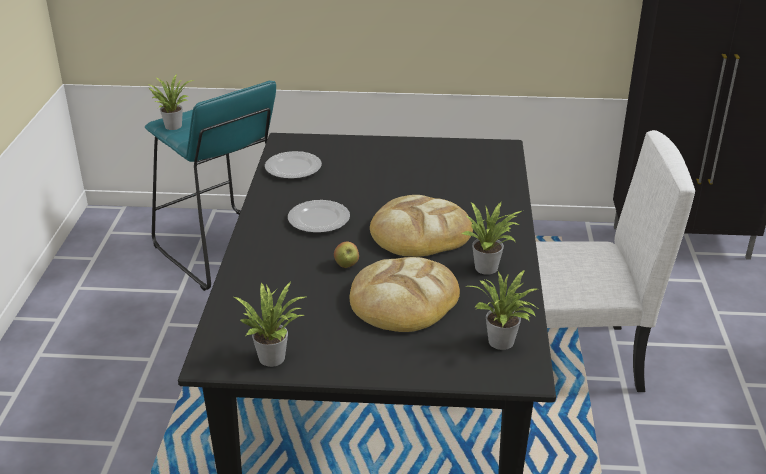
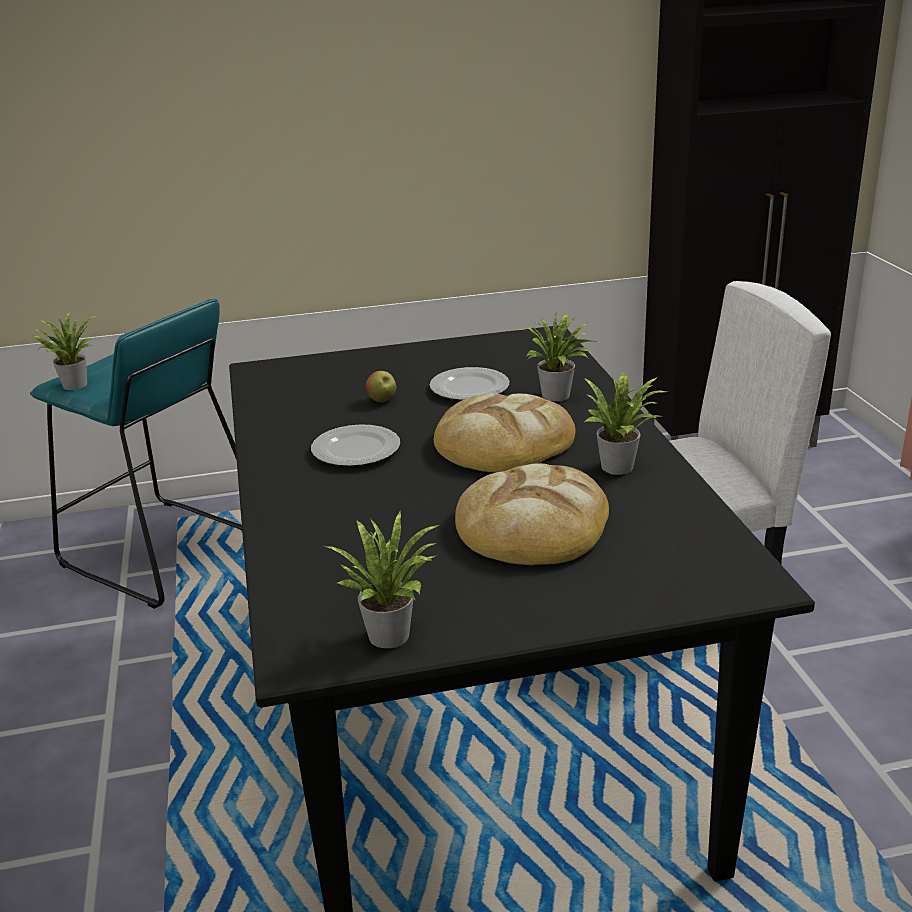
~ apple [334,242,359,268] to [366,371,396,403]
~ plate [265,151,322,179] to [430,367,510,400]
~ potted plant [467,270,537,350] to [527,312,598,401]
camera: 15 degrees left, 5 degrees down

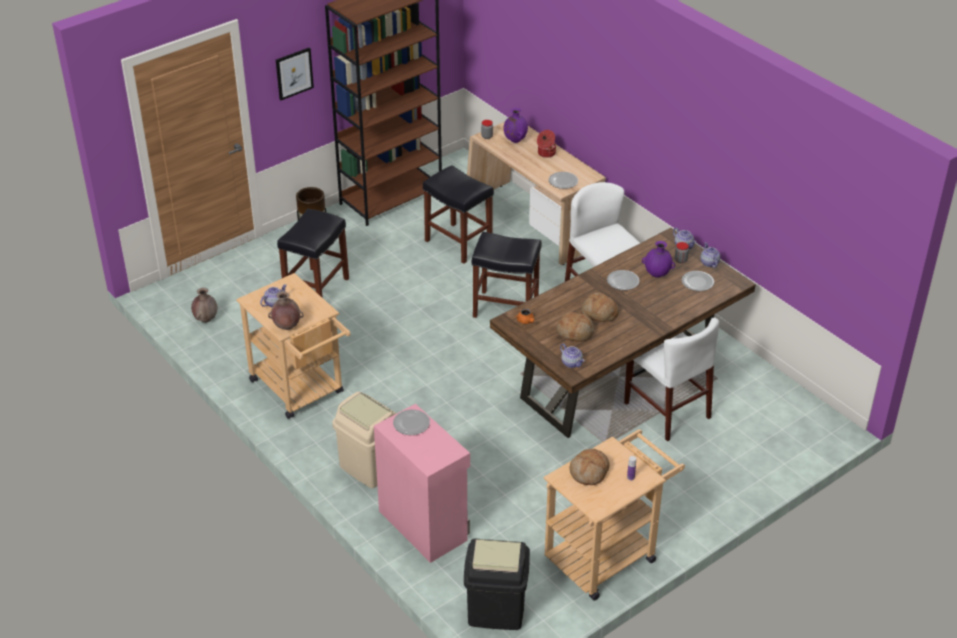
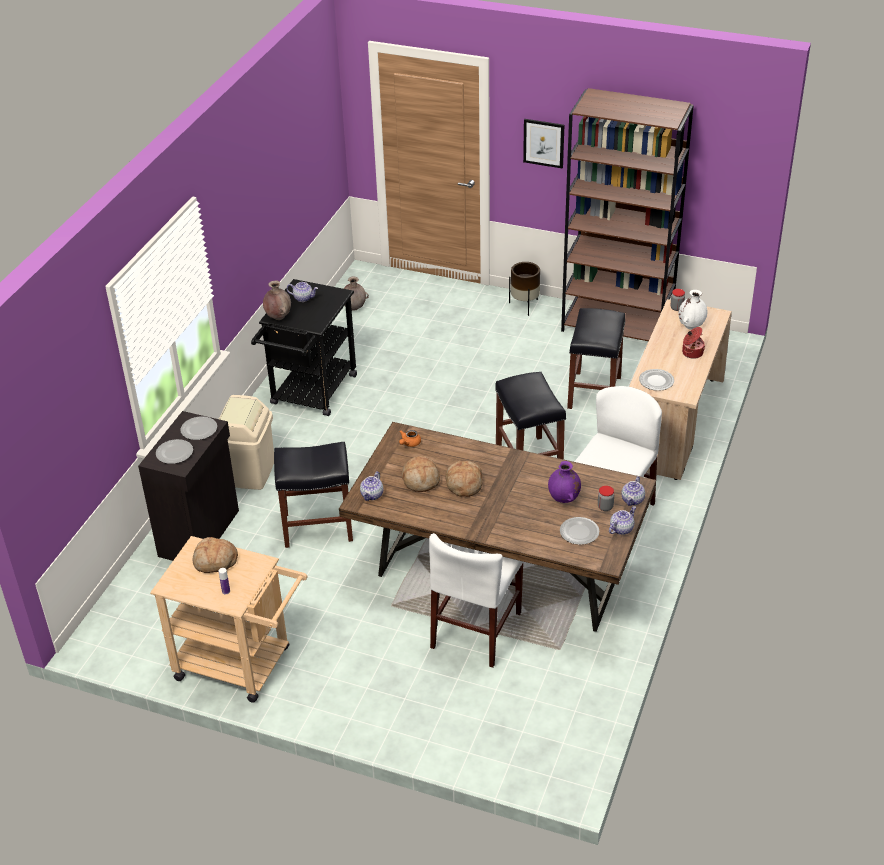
~ cabinet/pink [374,404,470,563] to cabinet/black [138,411,239,561]
~ plate [607,270,640,290] to [156,439,193,464]
~ cart/beige [236,273,351,419] to cart/black [251,279,357,416]
~ stool/black [277,209,349,298] to [274,442,353,548]
~ vase/purple [504,108,528,143] to vase/white [679,290,708,329]
- trash can/black [464,539,530,630]
camera: 60 degrees right, 0 degrees up

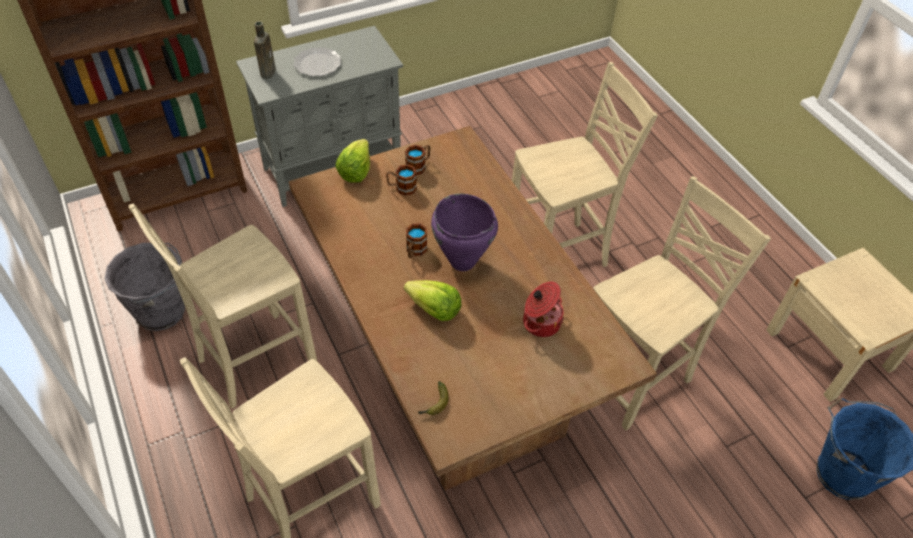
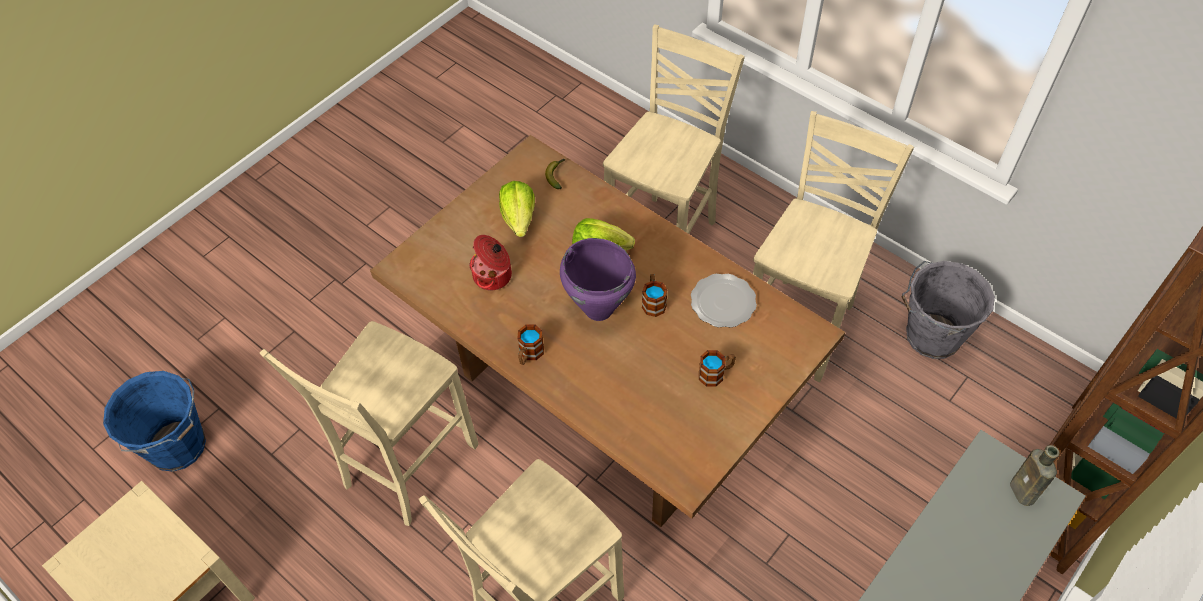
~ lettuce [335,139,370,183] to [499,181,535,237]
~ mug [405,145,430,175] to [517,325,544,365]
~ plate [294,47,341,76] to [691,274,757,328]
camera: 160 degrees right, 5 degrees up

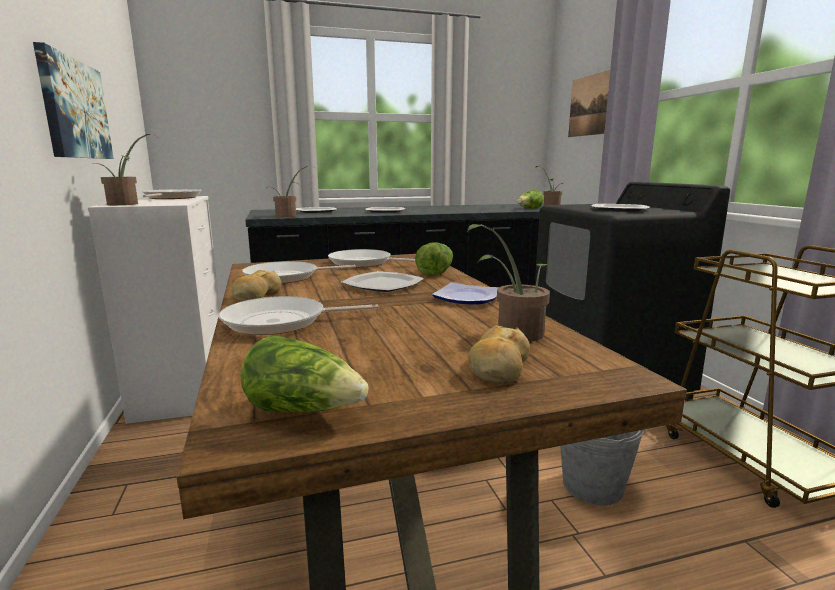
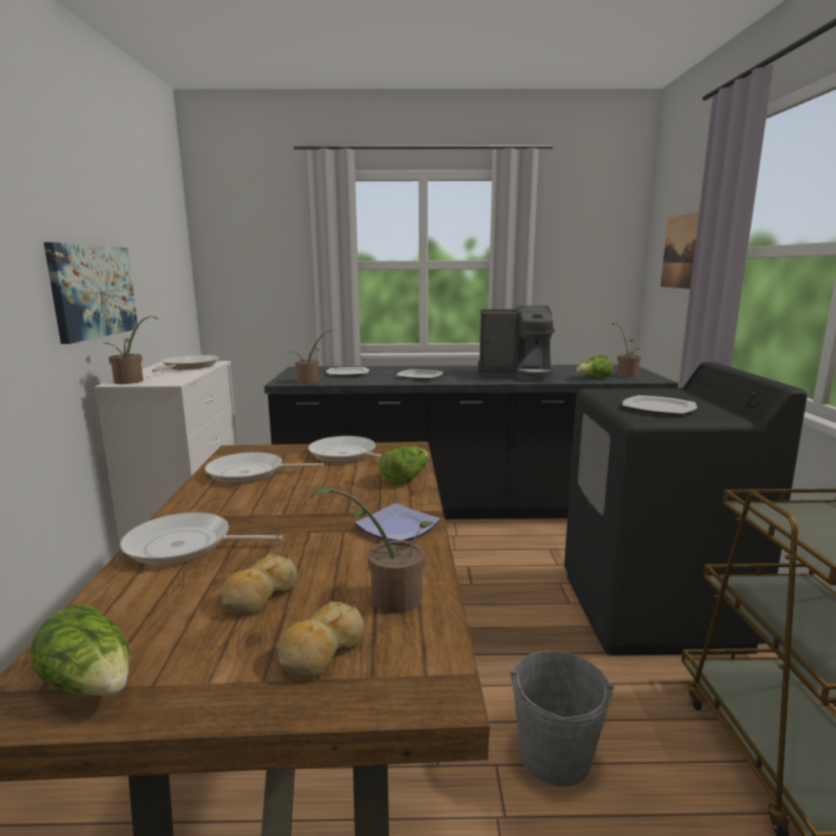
~ bread [232,270,282,302] to [222,554,298,616]
+ coffee machine [478,306,555,380]
- plate [341,271,424,292]
camera: 15 degrees right, 0 degrees up

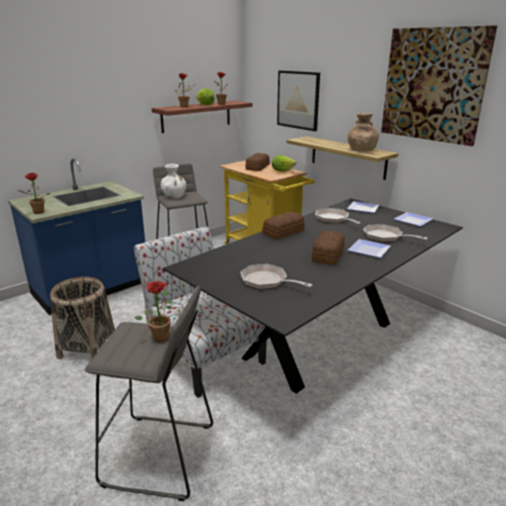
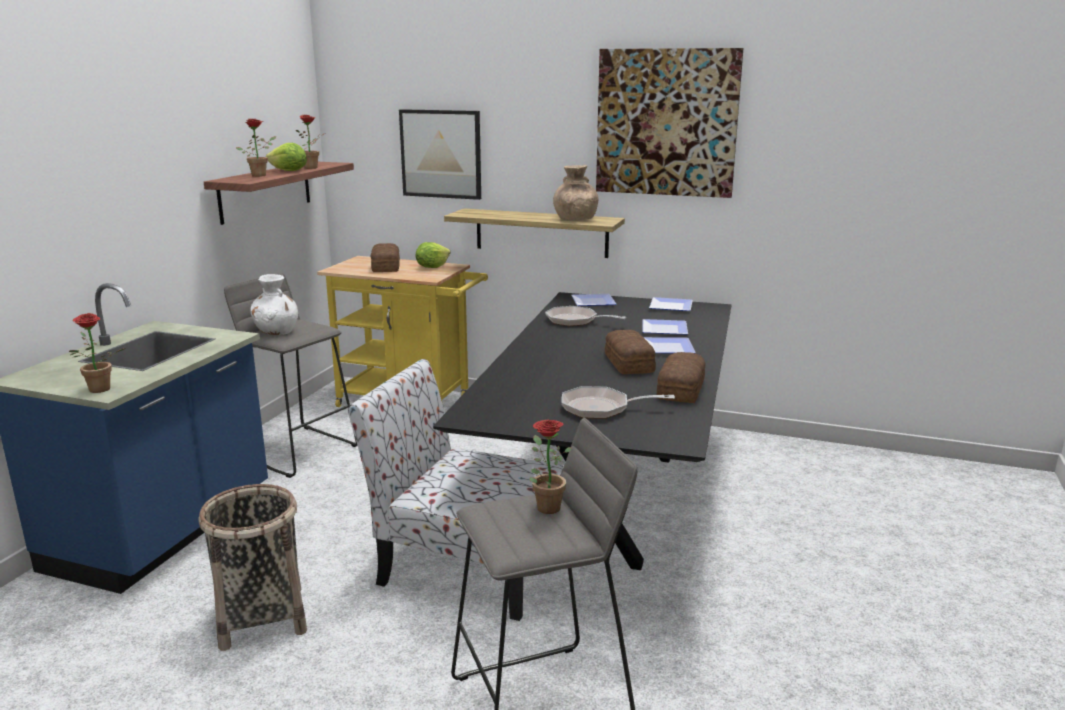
~ frying pan [363,224,428,242] to plate [642,319,688,335]
~ bread [262,212,305,240] to [657,352,706,403]
camera: 30 degrees left, 5 degrees down

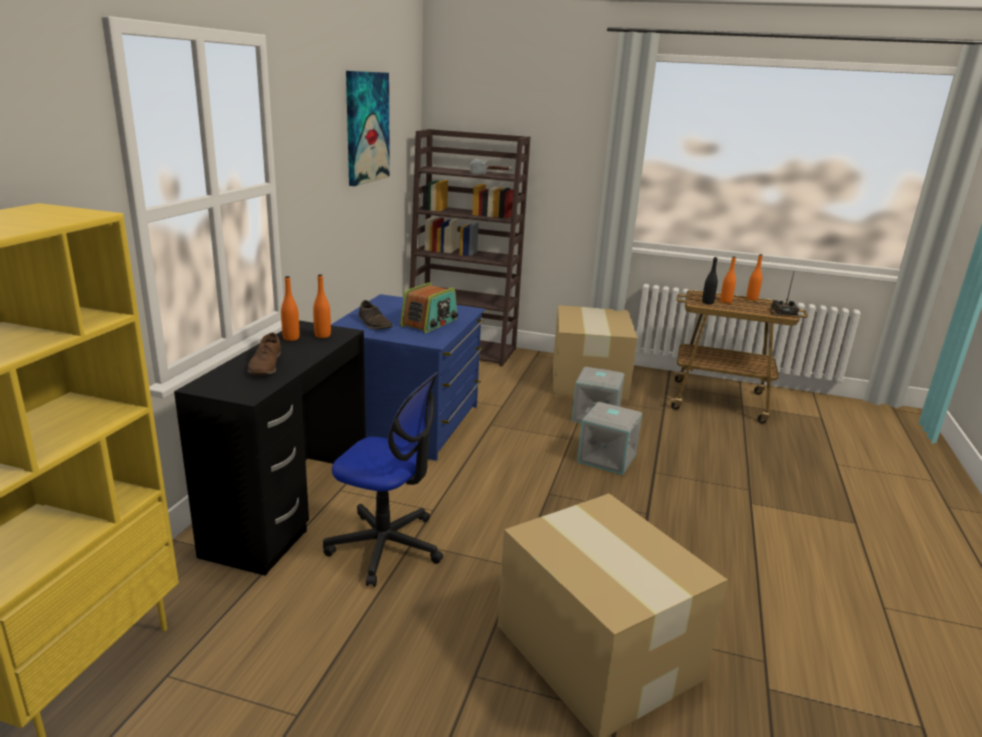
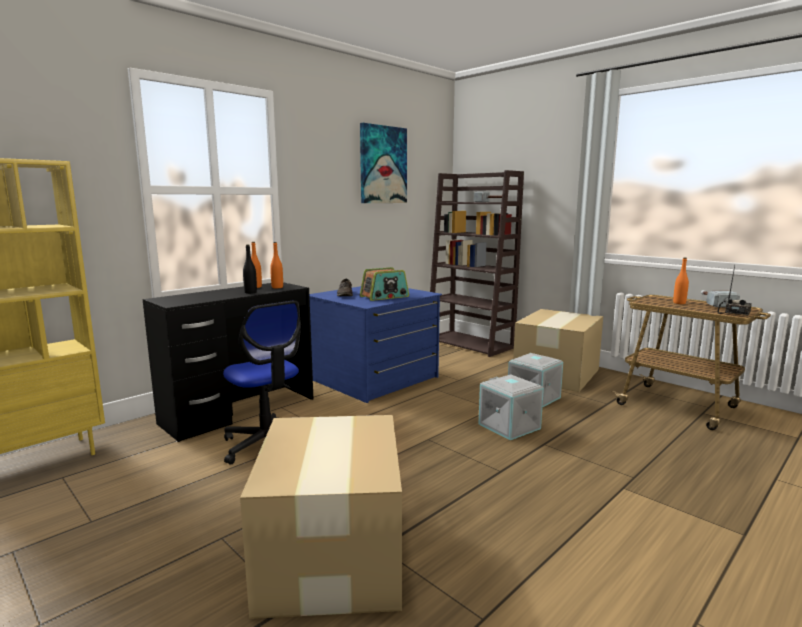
~ bottle/black [702,257,718,304] to [243,245,257,294]
~ bottle/orange [746,254,763,300] to hammer [701,290,740,307]
- shoe/brown [248,333,281,374]
camera: 30 degrees right, 10 degrees down

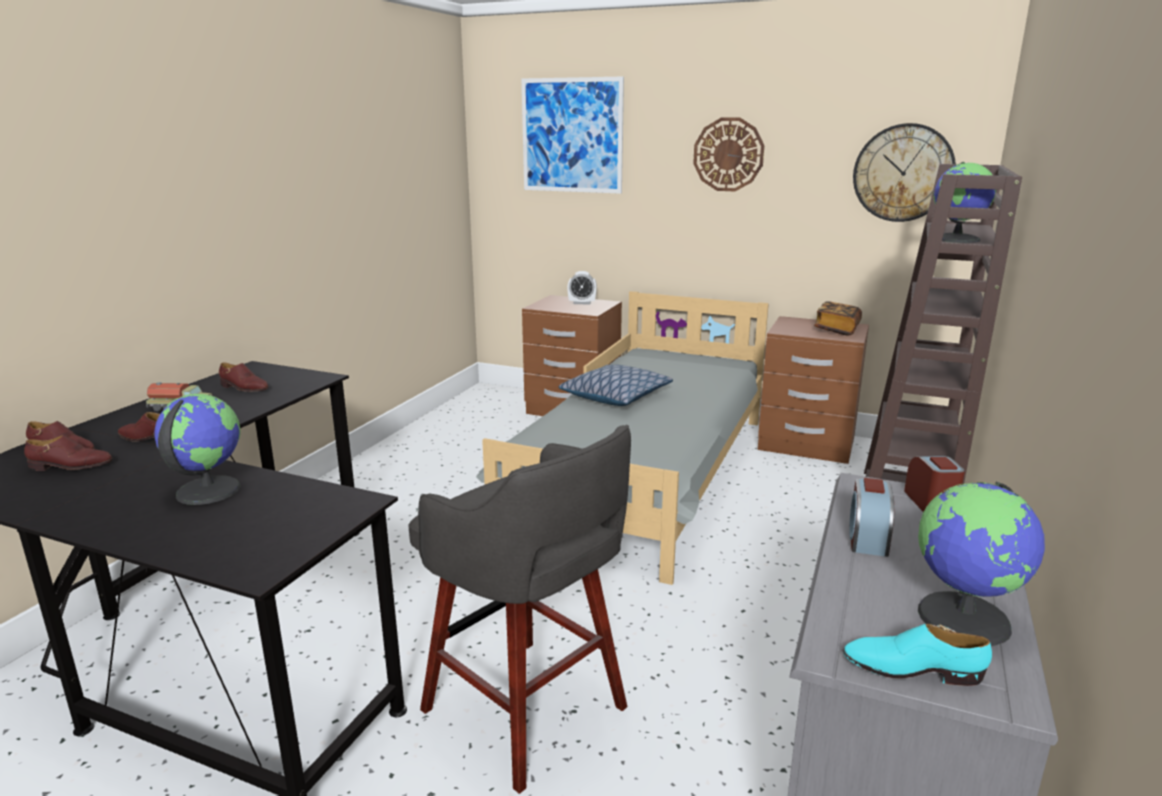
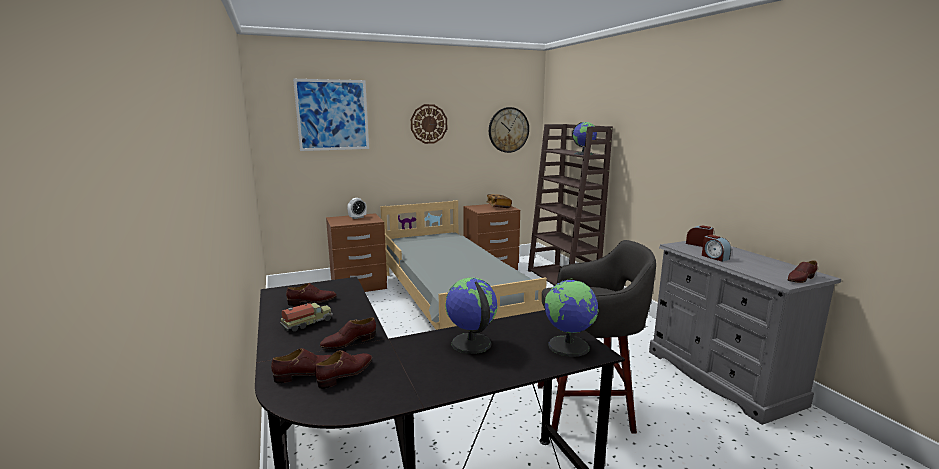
~ globe [918,482,1045,646] to [545,278,599,357]
~ shoe/turquoise [843,624,992,686] to shoe/brown [788,261,818,283]
- pillow [559,364,673,406]
camera: 45 degrees left, 5 degrees down

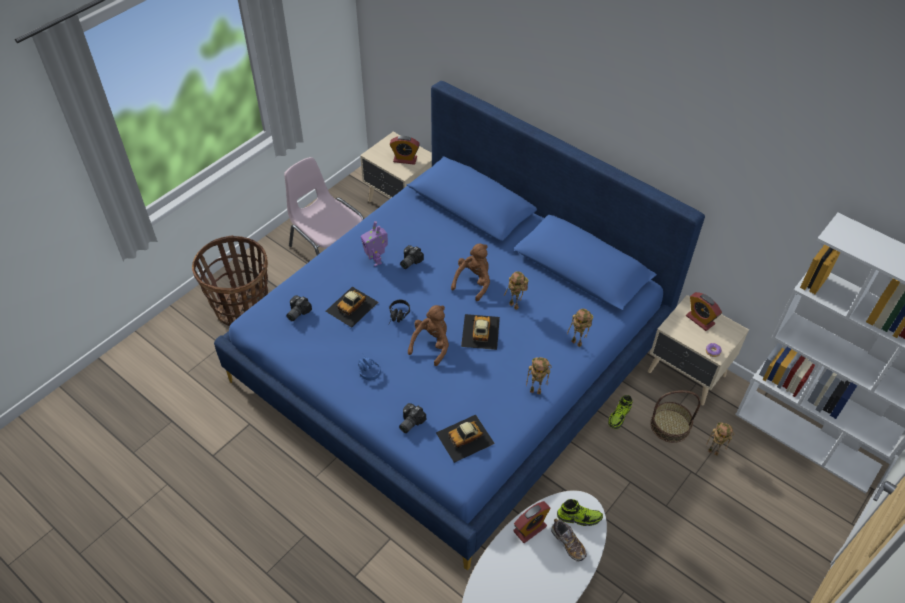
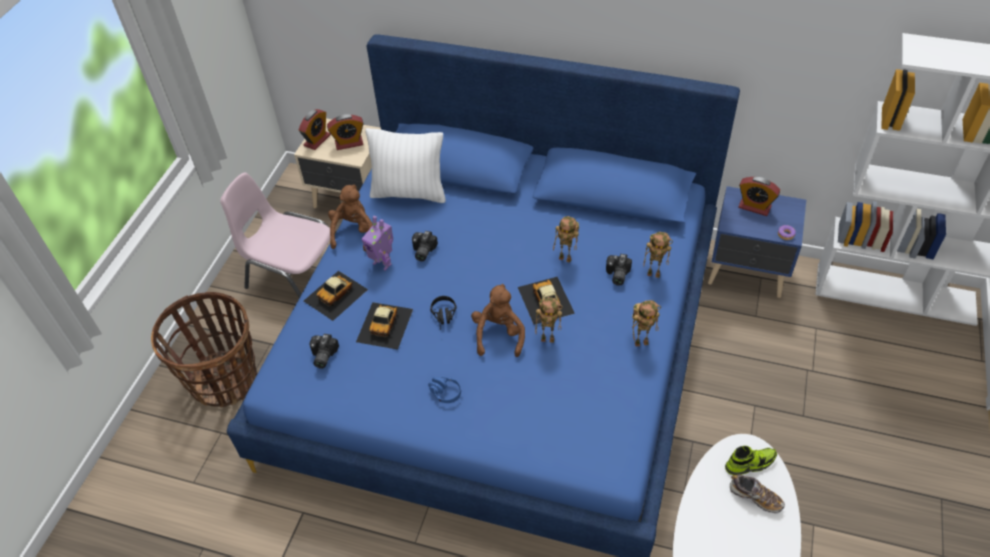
~ alarm clock [513,501,550,543] to [299,109,331,150]
~ toy car [436,415,495,463] to [304,271,368,321]
~ plush toy/brown [451,244,490,301] to [328,185,373,251]
+ pillow/white [365,128,446,203]
~ toy robot [706,422,734,456] to [535,297,563,343]
~ photo camera [399,403,426,433] to [606,254,632,286]
~ nightstand/beige [648,295,749,405] to nightstand/blue [708,186,806,298]
- shoe [608,395,633,429]
- basket [650,390,701,443]
camera: 20 degrees left, 0 degrees up

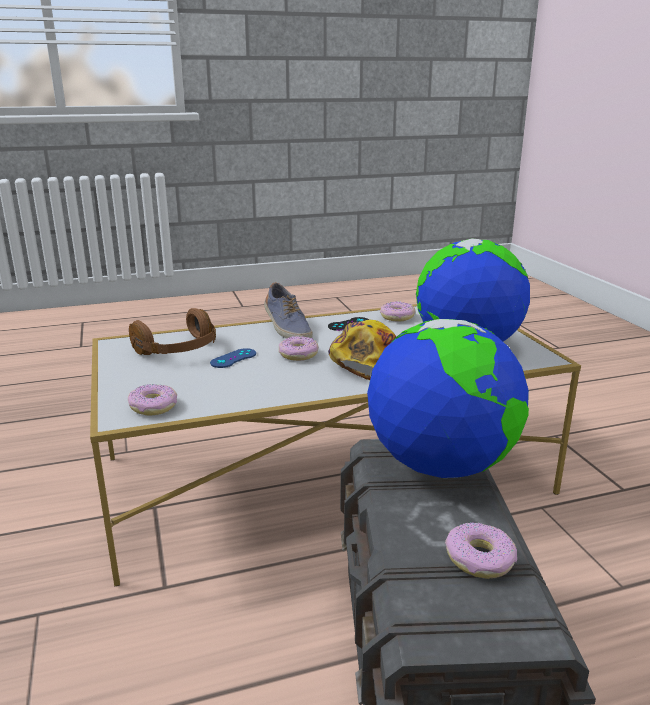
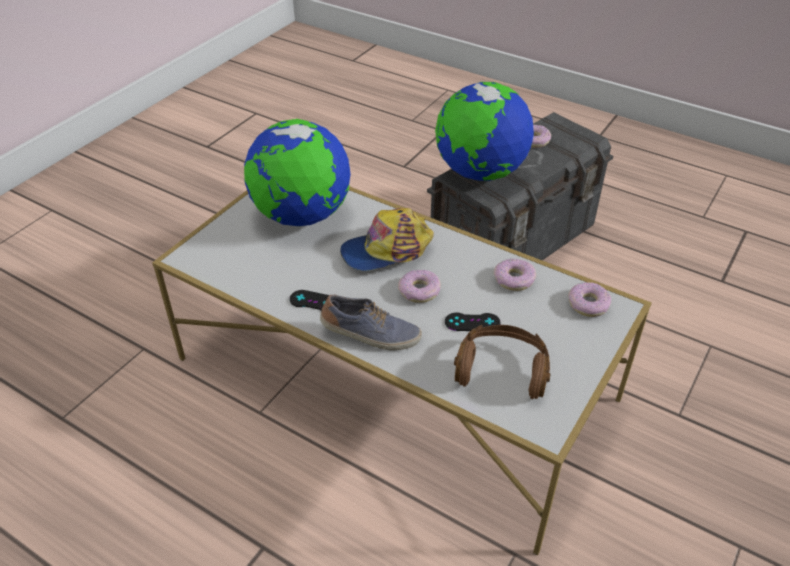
~ shoe [264,282,313,339] = [320,295,422,350] 75 degrees clockwise
~ game controller/blue [210,348,256,368] to game controller/black [445,312,501,331]
~ donut [380,301,415,322] to [494,259,536,291]
camera: 130 degrees left, 20 degrees up

